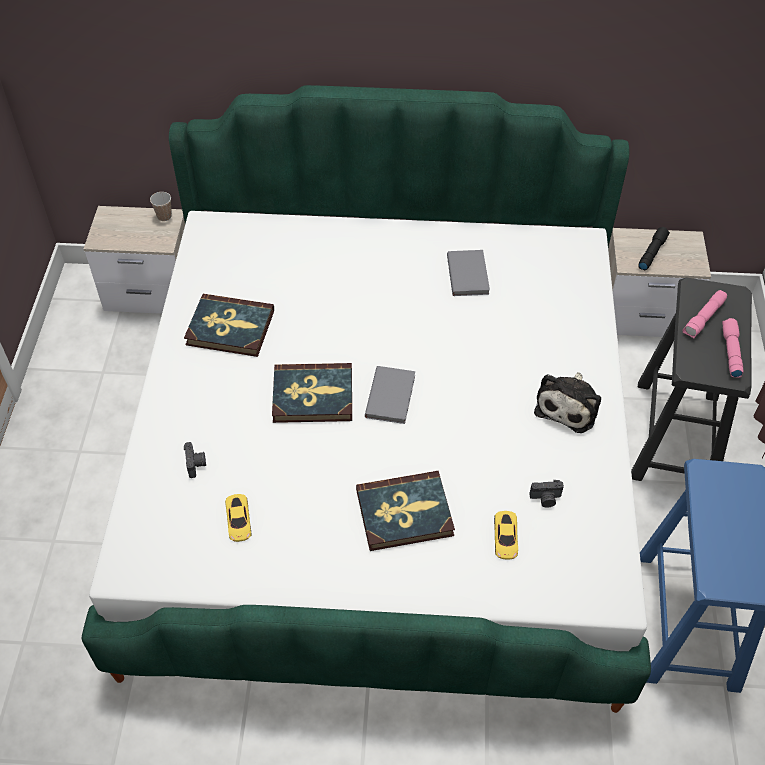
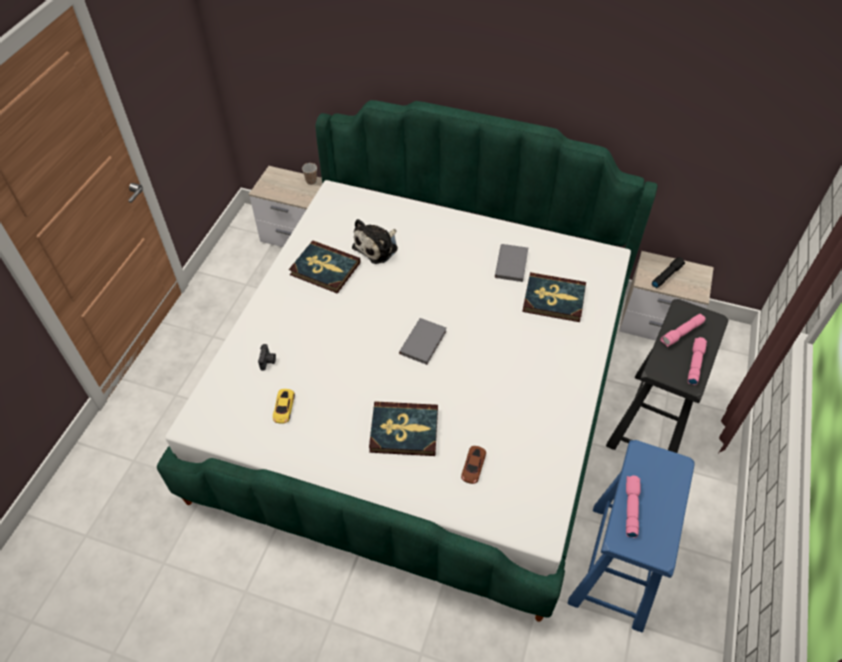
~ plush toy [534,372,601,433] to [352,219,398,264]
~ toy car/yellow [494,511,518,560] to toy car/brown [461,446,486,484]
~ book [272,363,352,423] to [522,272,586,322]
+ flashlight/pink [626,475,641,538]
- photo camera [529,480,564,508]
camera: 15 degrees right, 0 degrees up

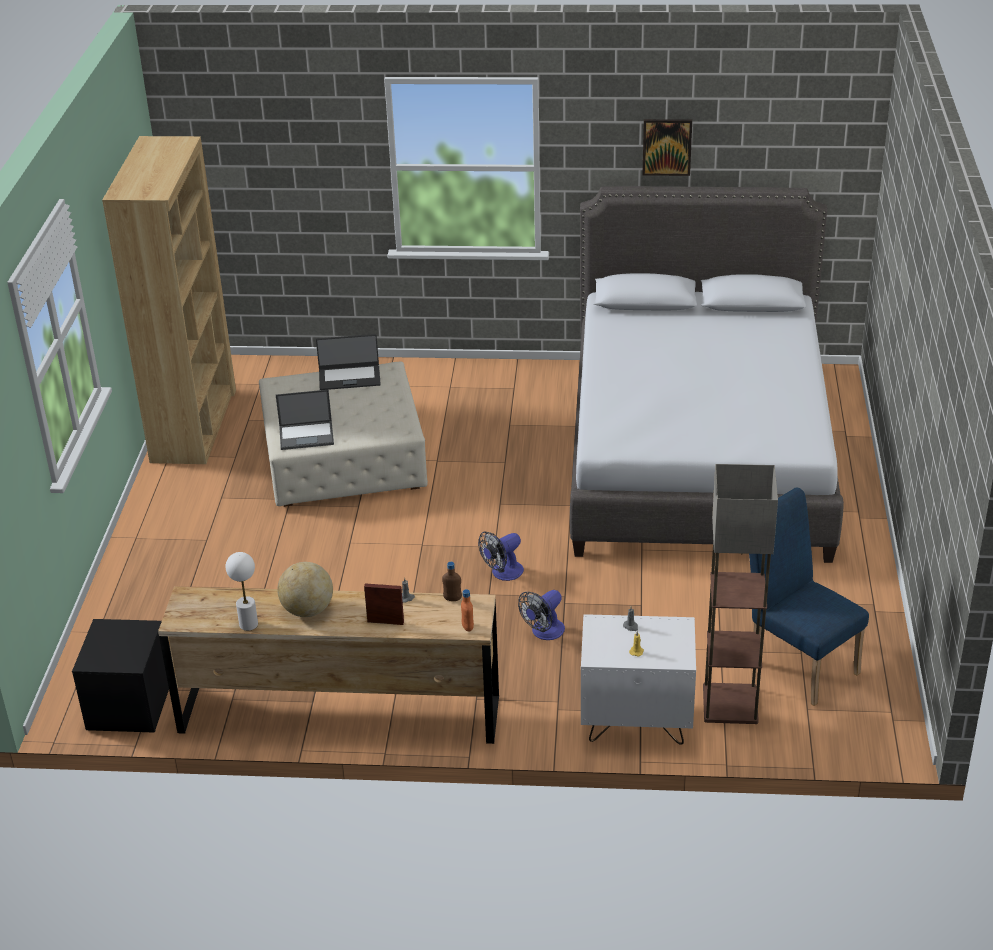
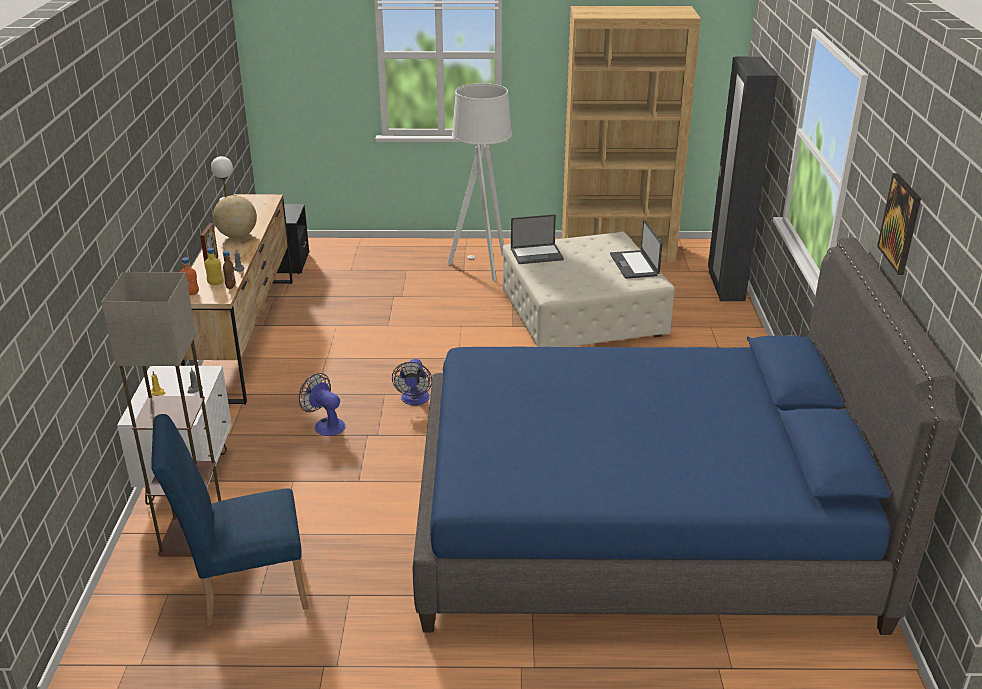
~ chair/blue [749,487,869,706] = [151,414,308,627] 150 degrees counterclockwise
+ bottle/yellow [204,248,223,285]
~ fan [478,532,524,581] = [392,359,432,405] 135 degrees counterclockwise
~ bed/grey [570,186,844,563] to bed/blue [413,238,962,635]
+ floor lamp/white [448,83,512,281]
~ laptop [276,390,334,450] = [511,214,564,264] 90 degrees counterclockwise
+ wardrobe/black [708,57,778,301]
camera: 85 degrees right, 5 degrees down

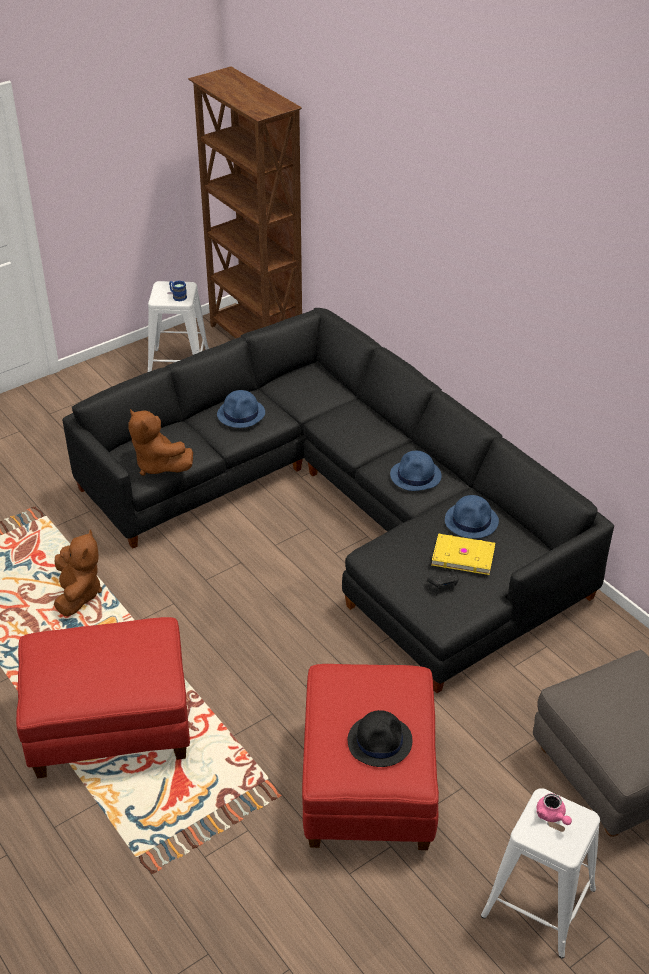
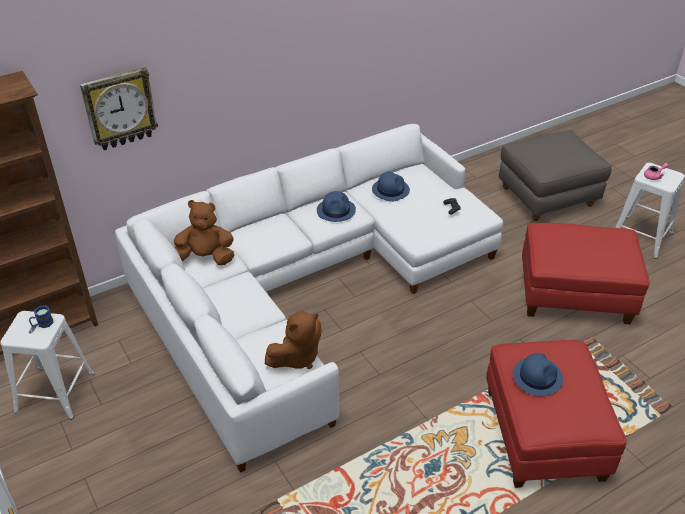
+ wall clock [80,67,158,150]
~ sofa/black [62,308,614,693] to sofa/white [115,124,503,473]
~ plush toy/brown [54,529,102,616] to [174,200,234,265]
~ hat/blue [217,390,265,428] to [513,353,563,396]
- hat/black [348,710,412,767]
- book/yellow [431,534,495,575]
camera: 85 degrees left, 0 degrees up

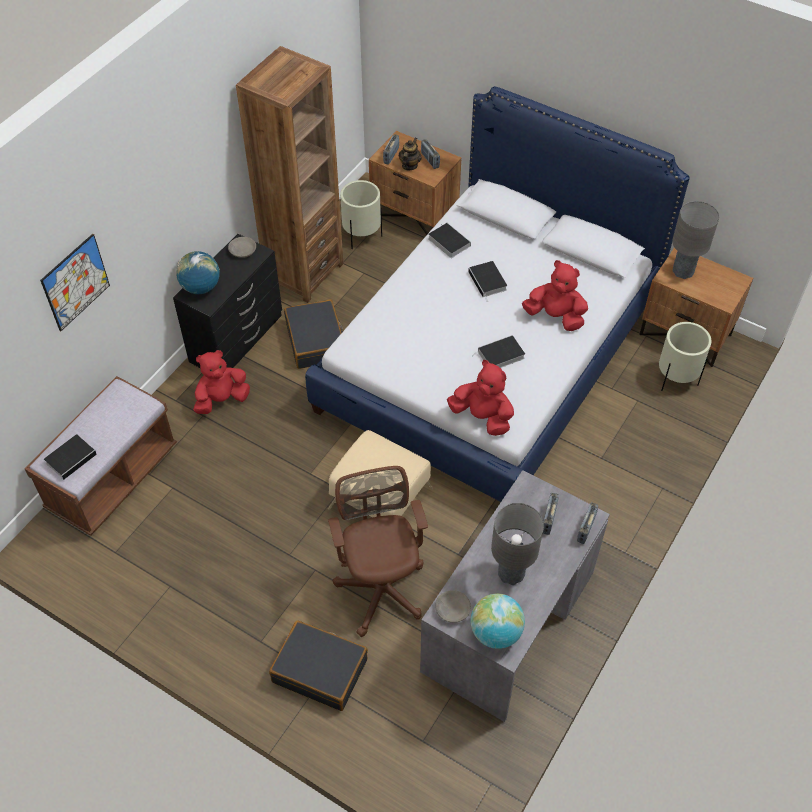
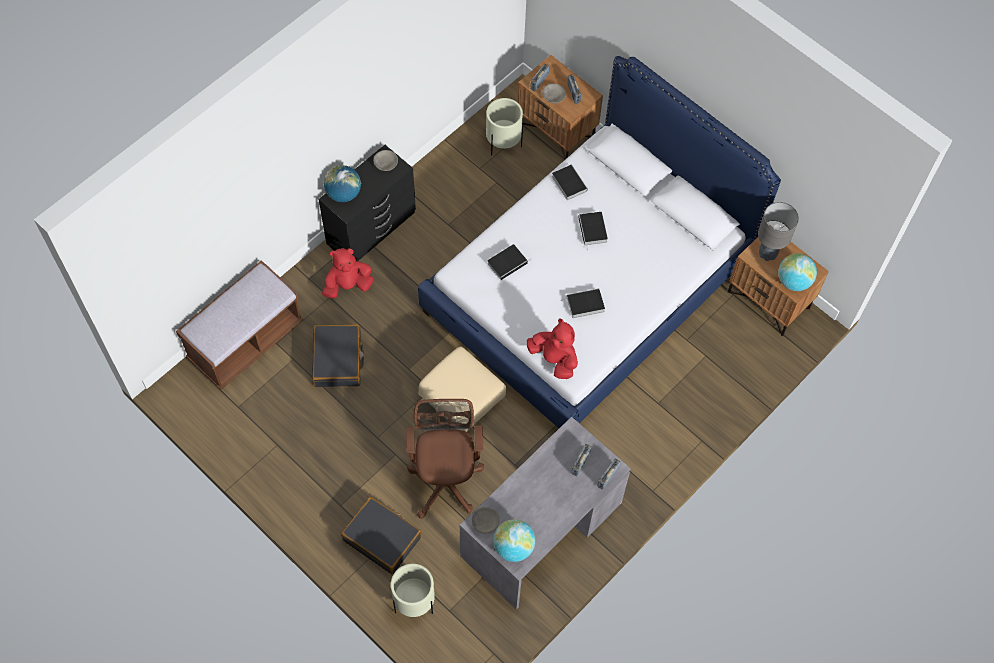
~ suitcase/black [284,299,343,369] to [312,324,364,387]
~ planter/beige [659,322,711,391] to [391,564,435,617]
~ book [44,434,102,480] to [487,244,530,280]
~ teapot [398,138,421,170] to bowl/grey [542,83,566,103]
+ globe [778,253,817,291]
- picture [40,234,110,331]
- bookcase/brown [236,46,343,303]
- table lamp/grey [491,503,544,585]
- plush toy/red [522,260,588,331]
camera: 10 degrees right, 10 degrees up

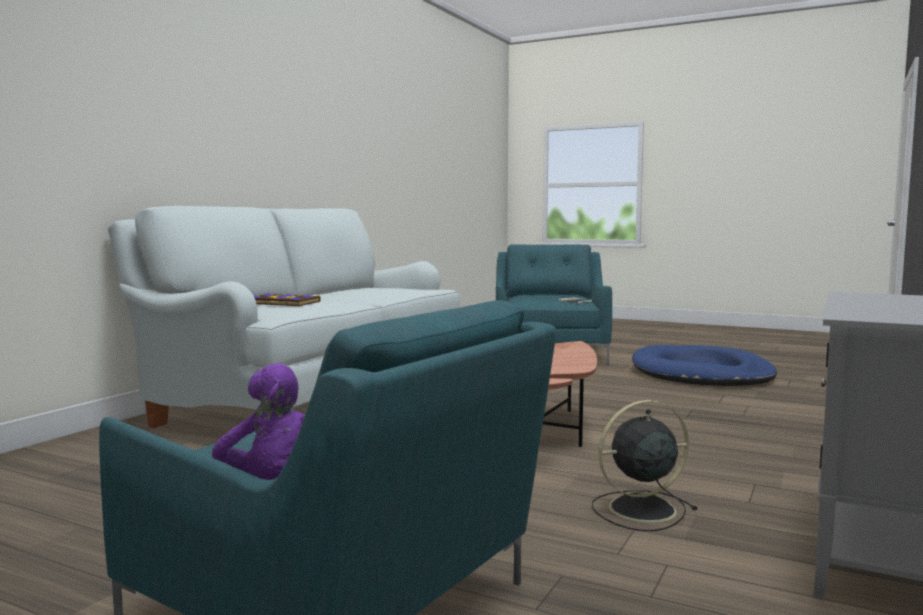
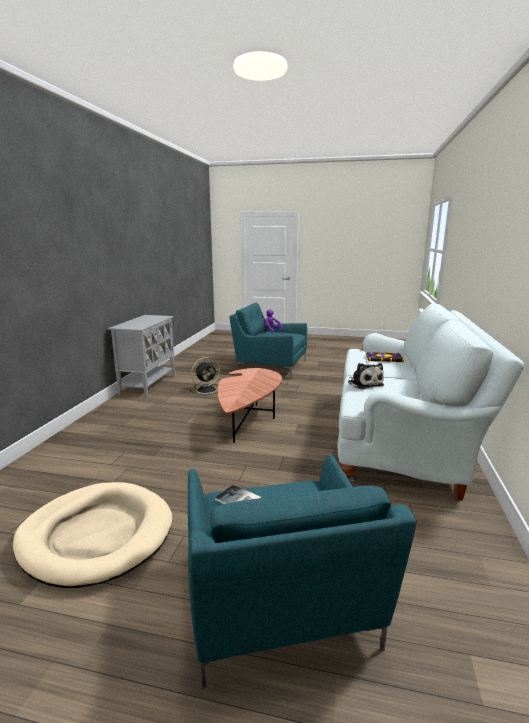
~ dog bed/blue [632,345,777,386] to dog bed/beige [13,482,172,588]
+ plush toy [348,363,384,390]
camera: 165 degrees right, 10 degrees up

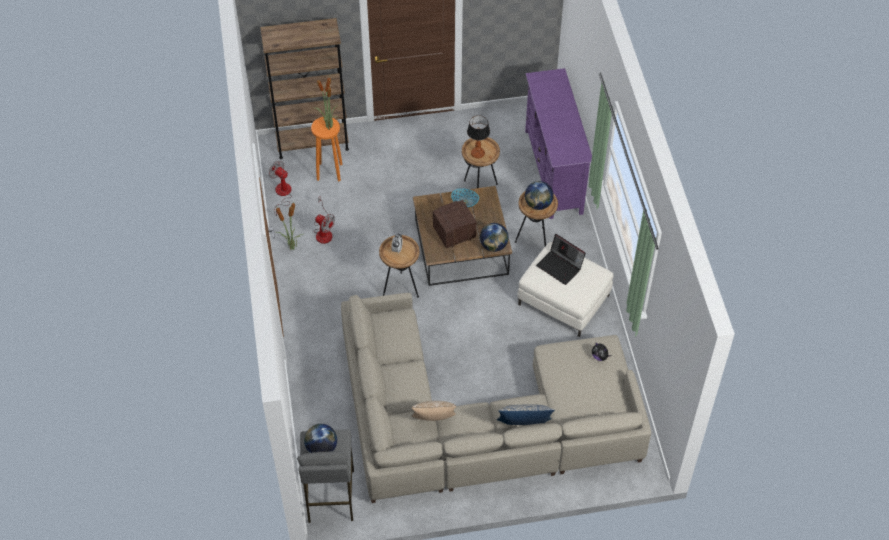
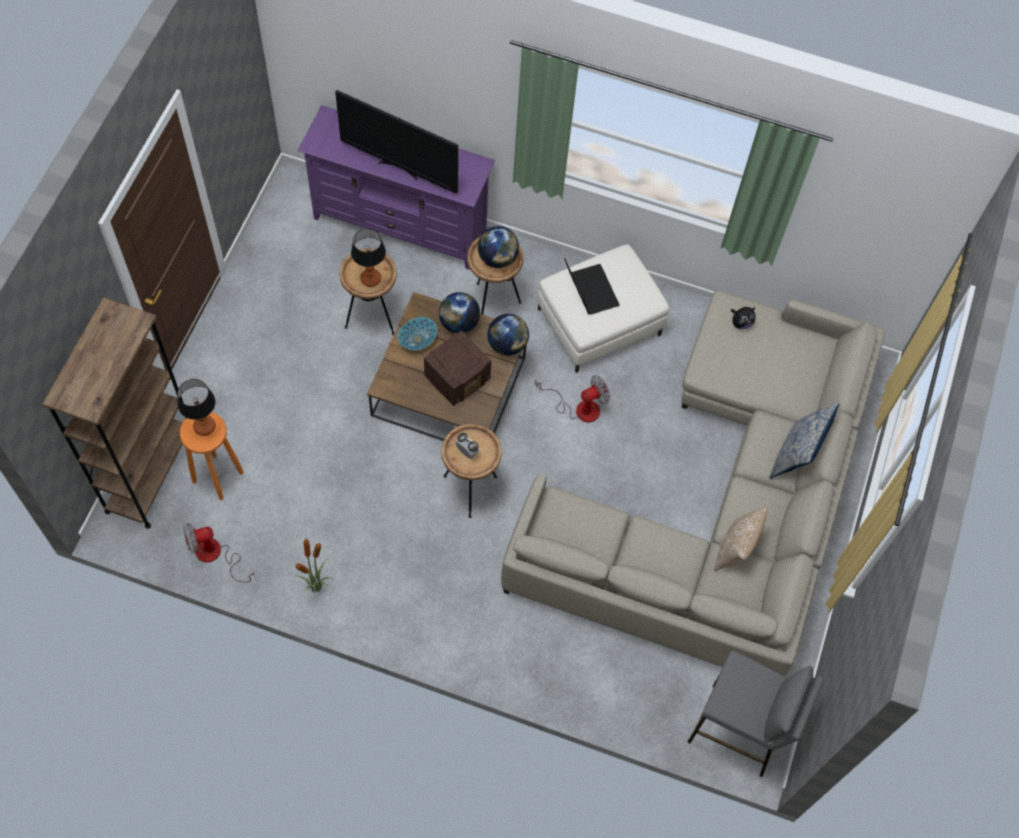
~ potted plant [313,77,338,130] to table lamp [178,379,216,436]
+ television [335,90,458,194]
~ radio [433,200,476,248] = [424,330,491,406] 135 degrees counterclockwise
~ globe [304,424,337,453] to [439,292,480,333]
~ fan [314,196,335,244] to [535,376,610,422]
~ laptop [536,234,585,285] = [564,258,619,315] 90 degrees counterclockwise
camera: 65 degrees left, 10 degrees up

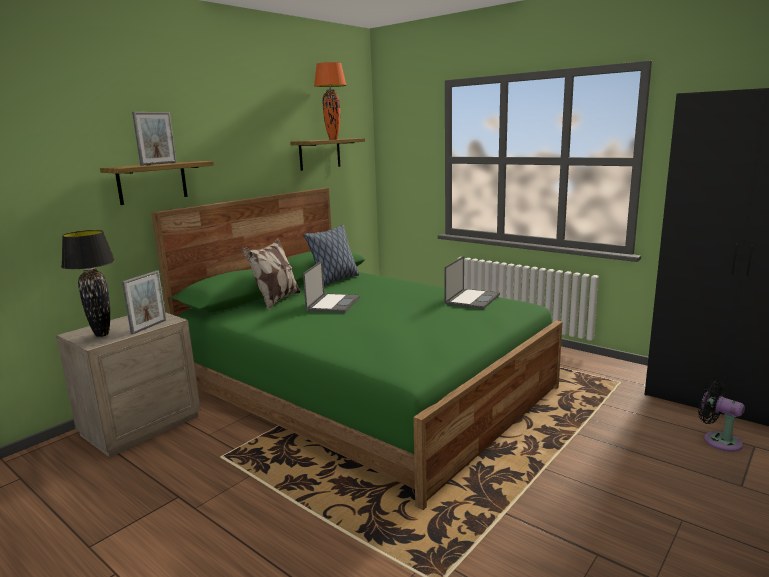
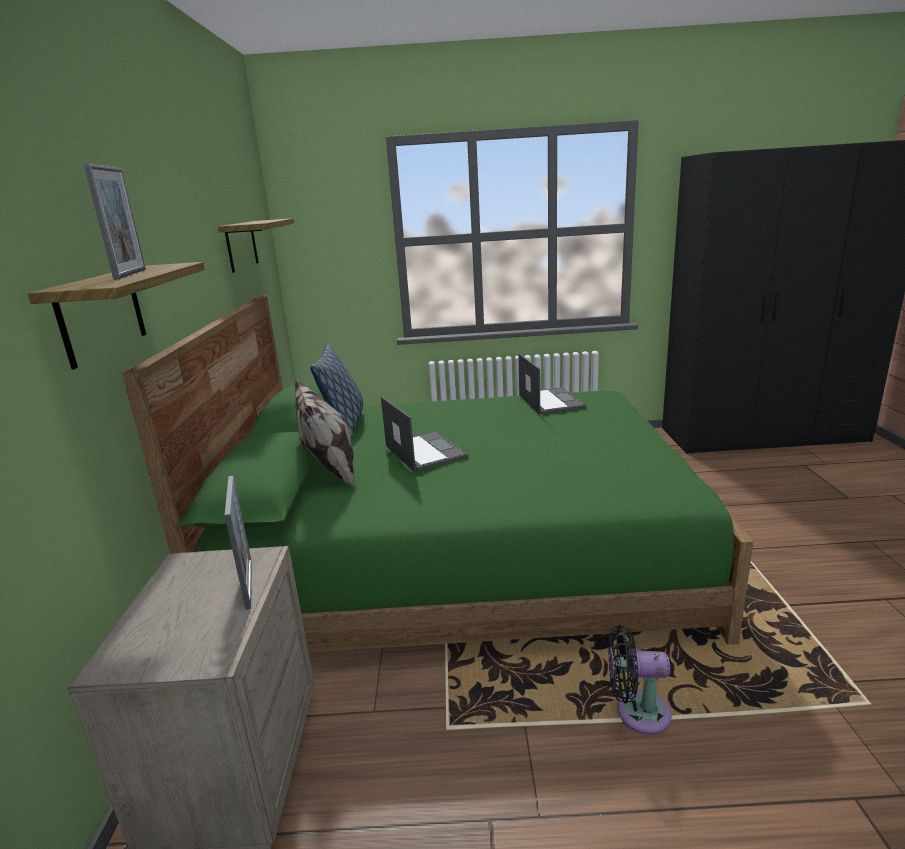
~ fan/black [698,380,745,452] to [608,625,672,735]
- table lamp/black [61,230,115,337]
- table lamp/orange [314,62,346,140]
camera: 40 degrees left, 5 degrees up

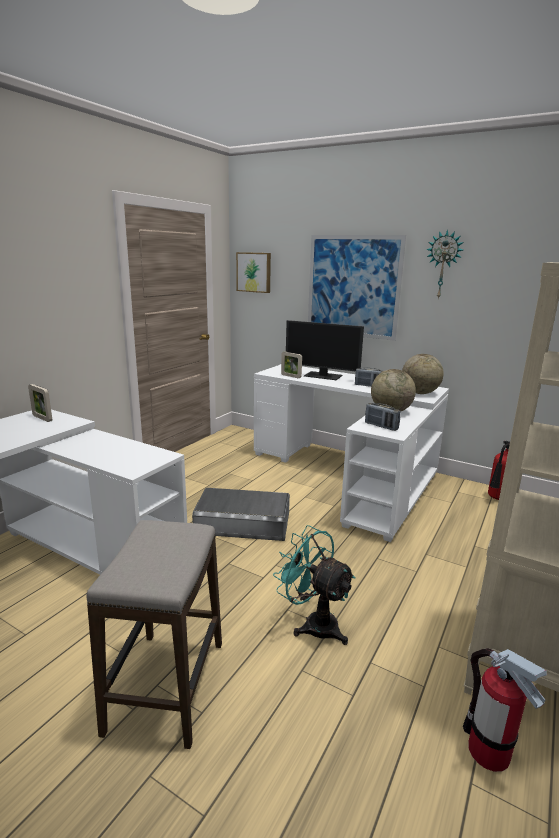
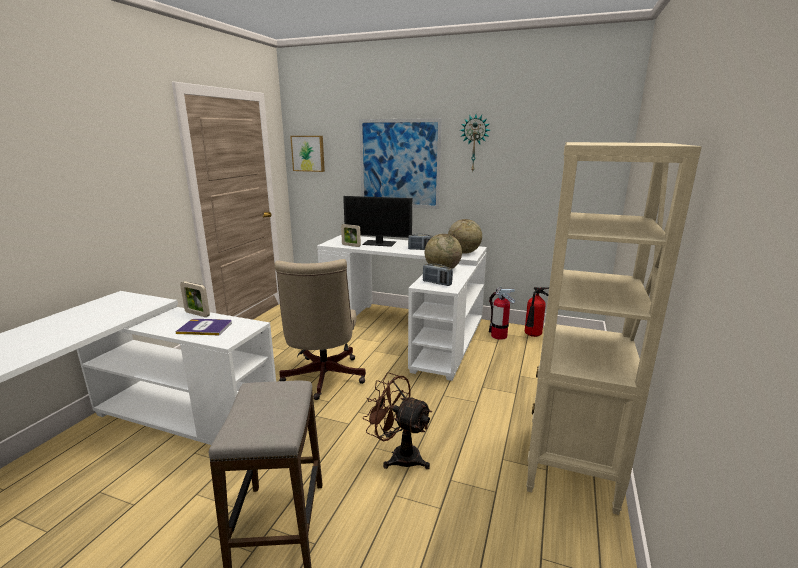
+ book [175,319,232,336]
~ picture frame [28,384,52,422] to [180,281,210,317]
~ storage box/grey [192,488,290,541] to office chair/beige [274,259,366,400]
~ fan/turquoise [273,525,355,645] to fan/brown [363,372,432,469]
~ fire extinguisher [463,648,547,772] to [489,287,515,340]
camera: 10 degrees left, 0 degrees up

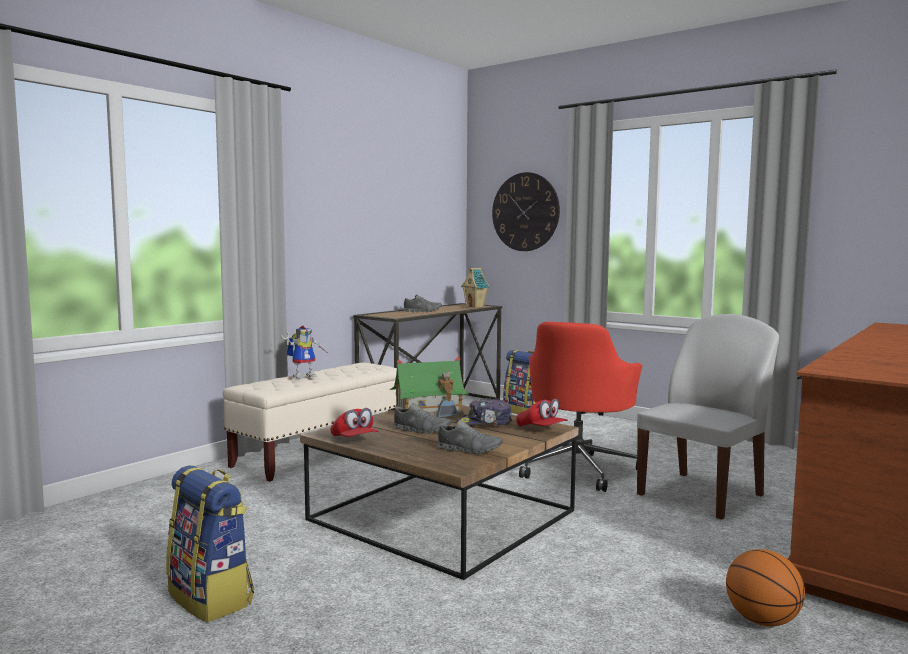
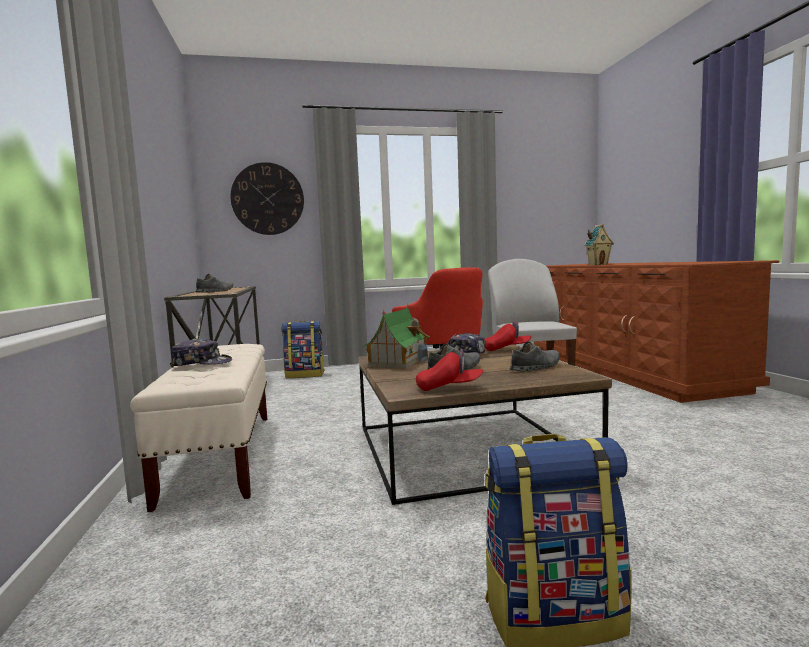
~ toy robot [281,325,329,379] to cap [170,338,232,367]
~ toy house [461,268,490,308] to [584,224,614,265]
- basketball [726,549,805,626]
camera: 50 degrees left, 0 degrees up

